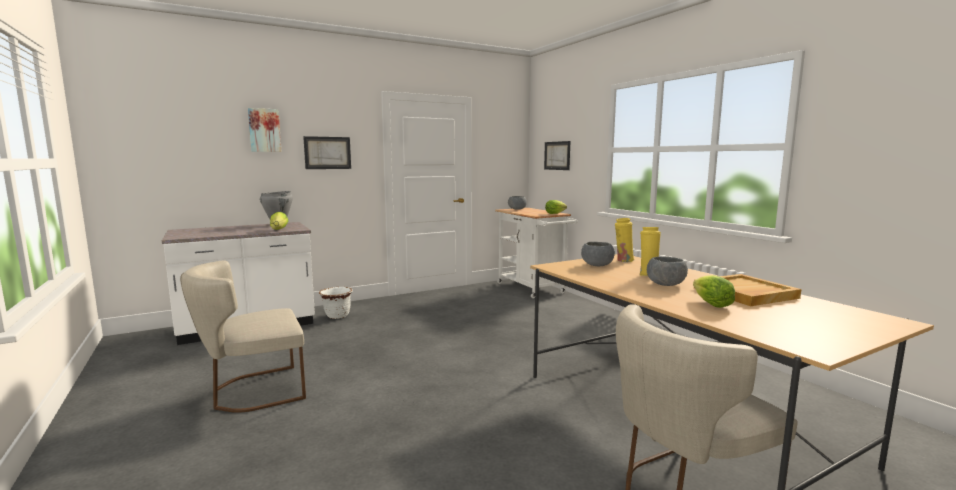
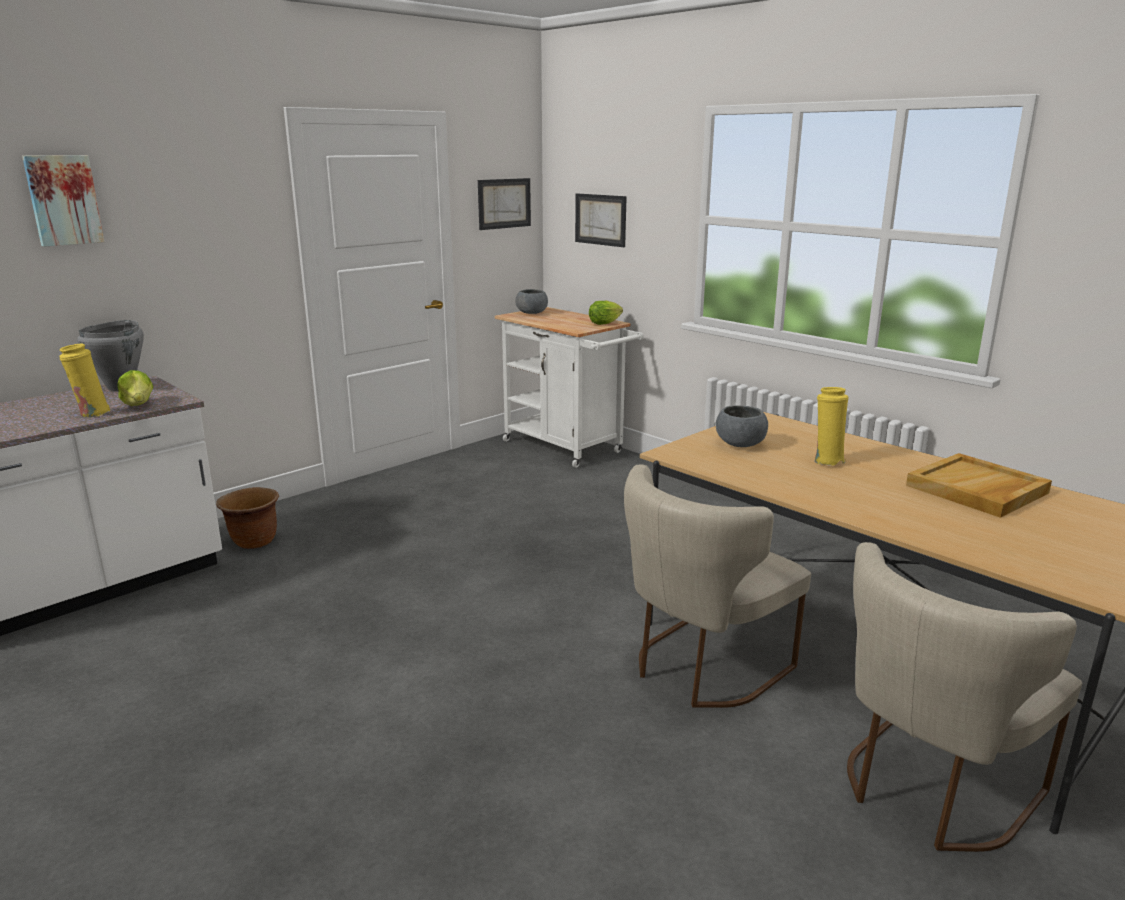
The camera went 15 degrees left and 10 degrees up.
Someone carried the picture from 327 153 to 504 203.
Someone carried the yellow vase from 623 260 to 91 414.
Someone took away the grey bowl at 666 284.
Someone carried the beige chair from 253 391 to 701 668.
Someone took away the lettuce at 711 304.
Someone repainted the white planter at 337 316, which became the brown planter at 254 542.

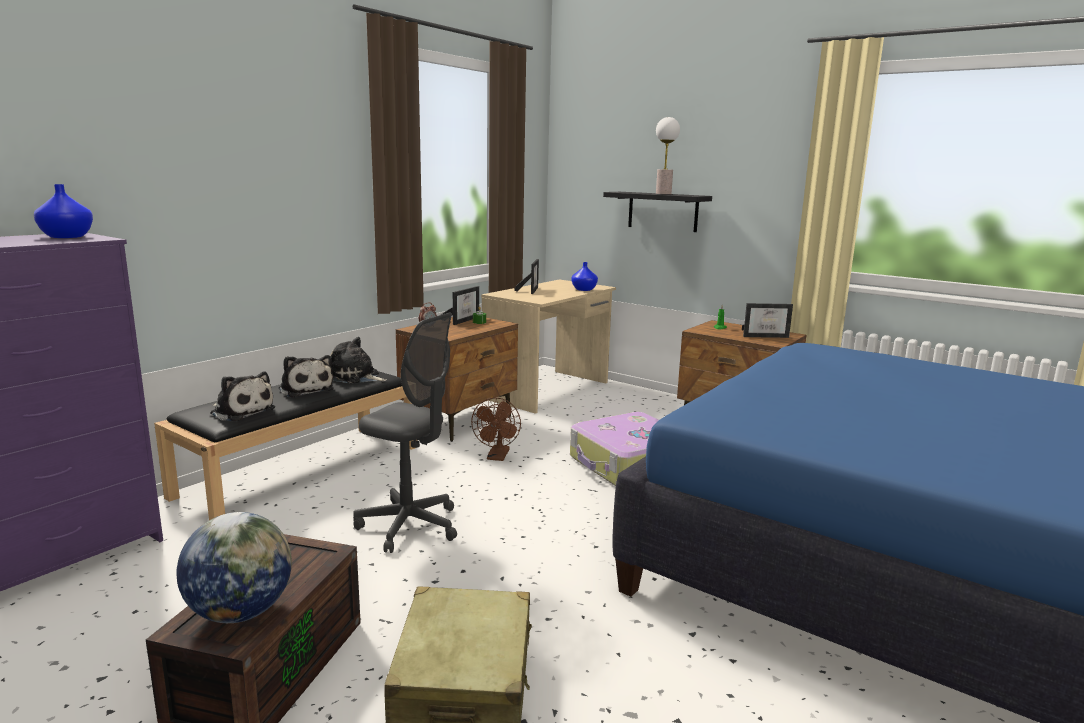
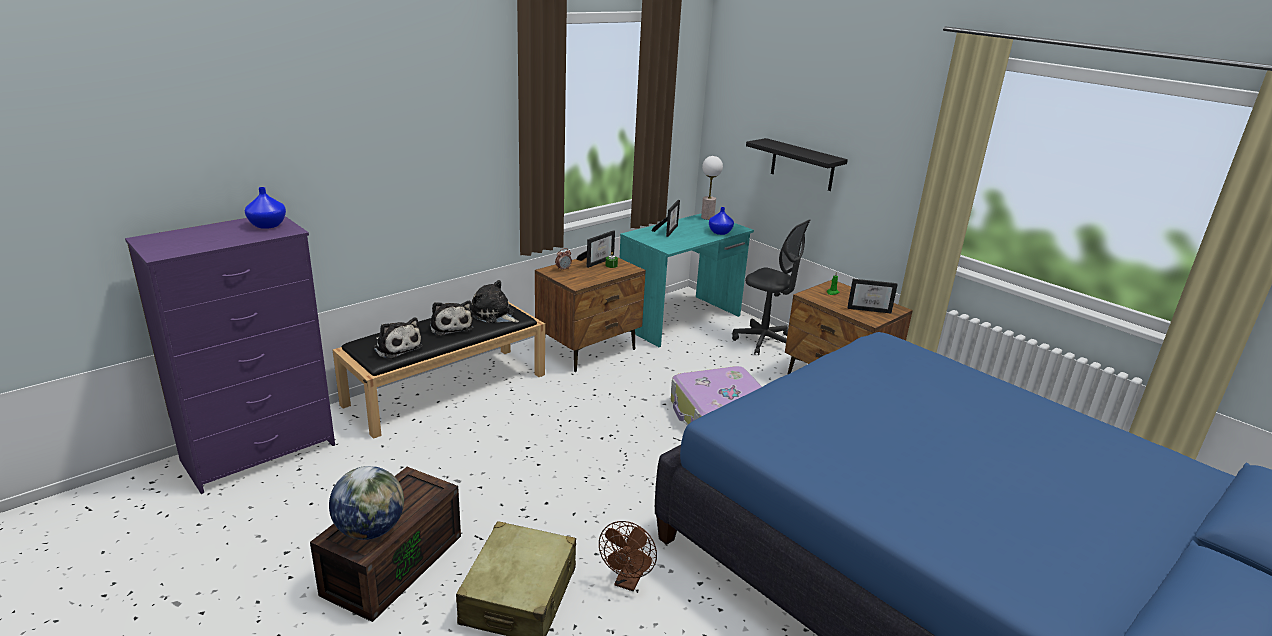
The camera went 10 degrees right and 10 degrees up.
Someone carried the table lamp from 663 194 to 707 217.
Someone repainted the beige desk at 548 390, which became the turquoise desk at 681 320.
Someone carried the grey office chair from 409 526 to 764 342.
Someone carried the brown fan from 497 457 to 628 582.

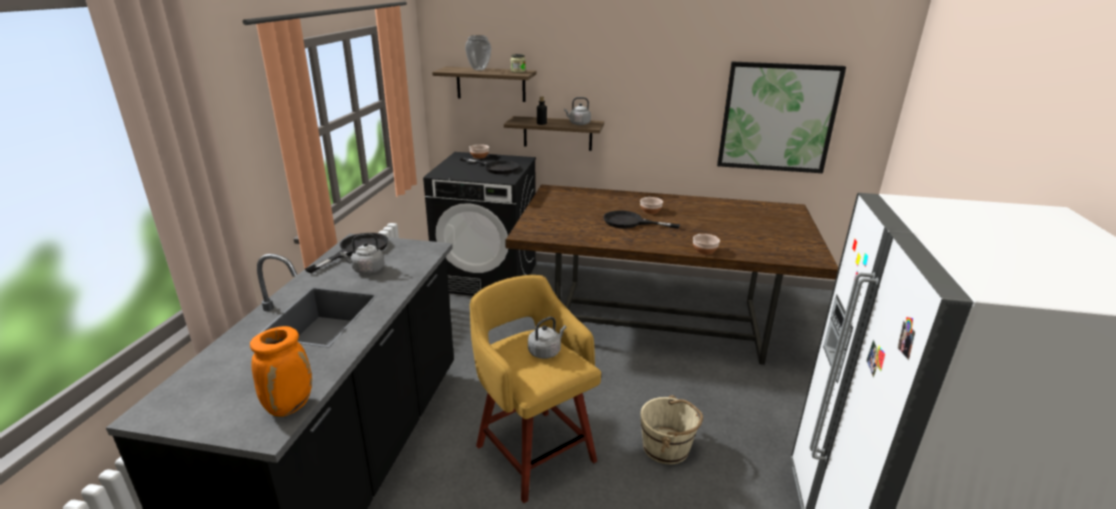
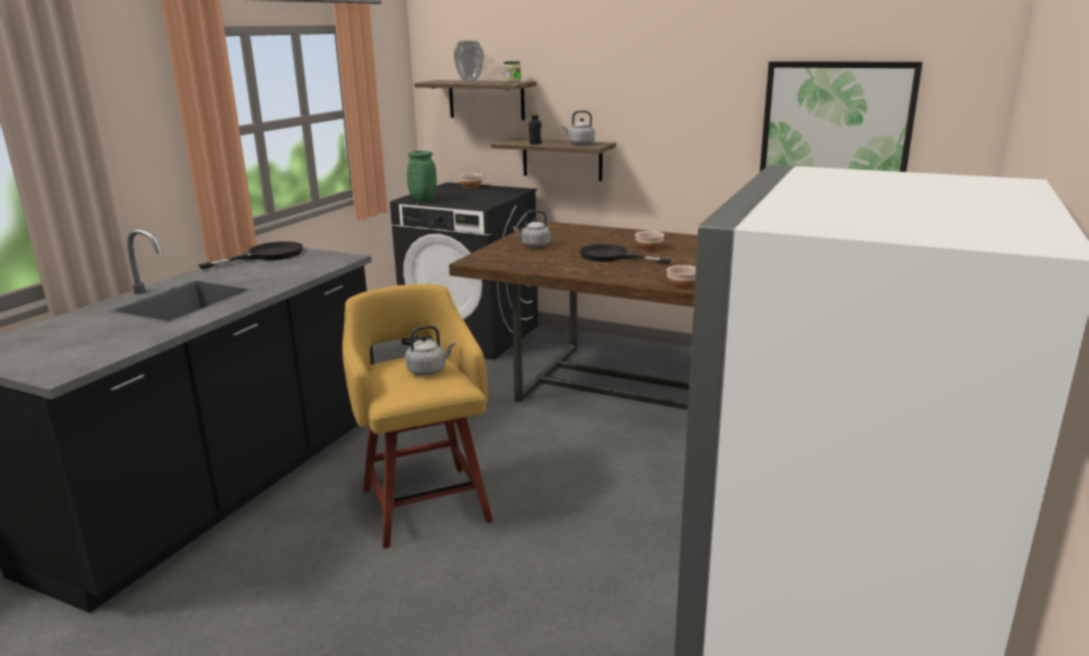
The camera went 15 degrees right and 5 degrees down.
Someone took away the black frying pan at 496 168.
Someone carried the grey kettle from 366 270 to 534 245.
Someone took away the orange vase at 290 405.
Someone took away the beige bucket at 667 447.
Someone put down the green vase at 422 200.

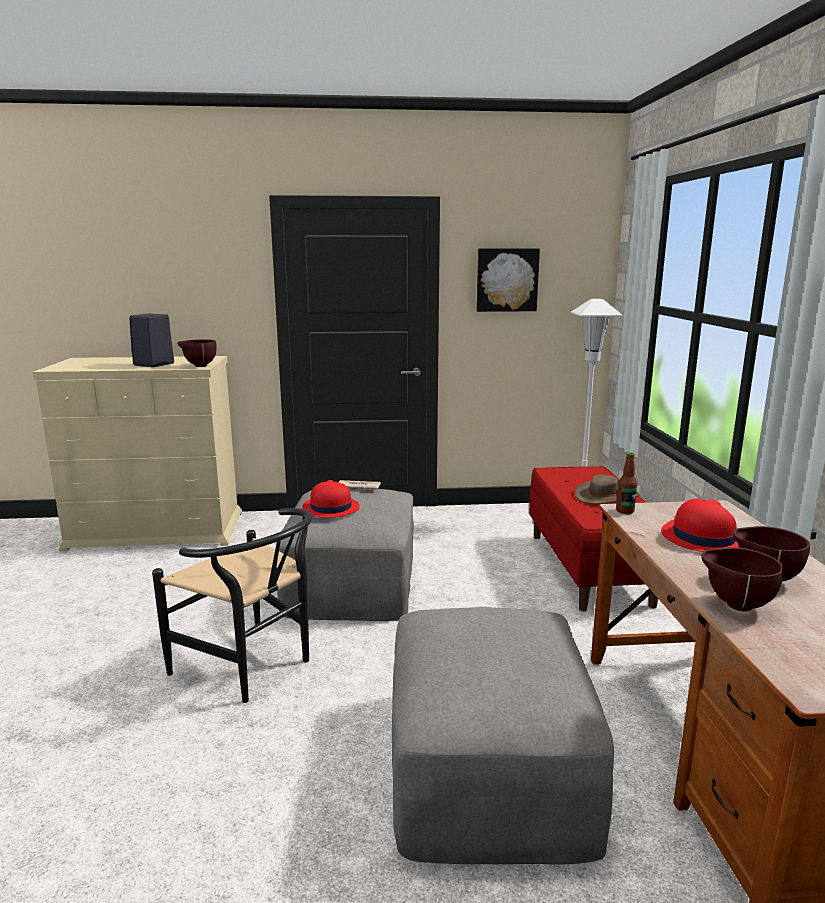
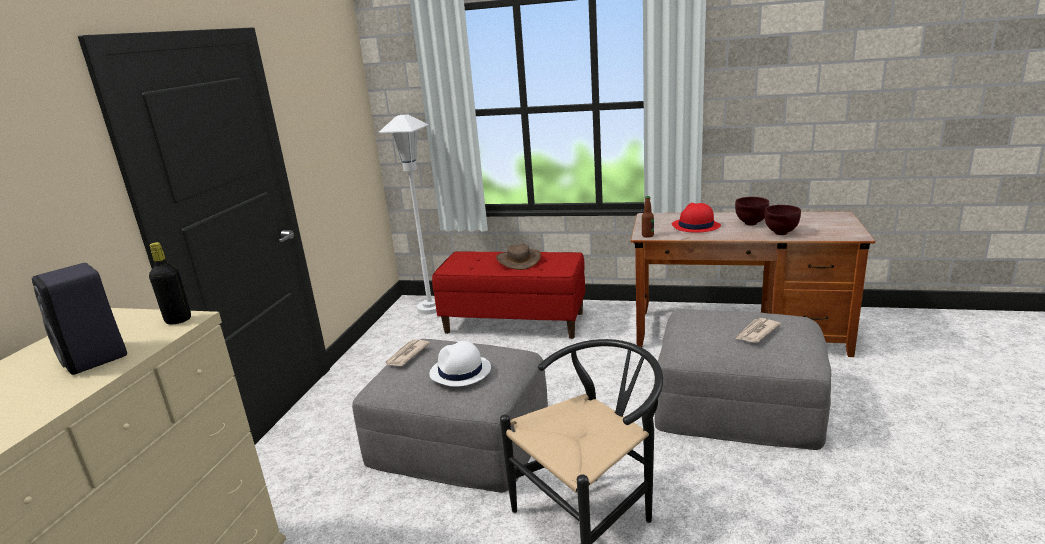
The camera went 70 degrees left and 5 degrees up.
Someone took away the picture at 506 280.
Someone swapped the brown bowl at 198 366 for the black bottle at 178 320.
Someone repainted the red hat at 330 508, which became the white hat at 460 372.
Someone put down the newspaper at 756 332.

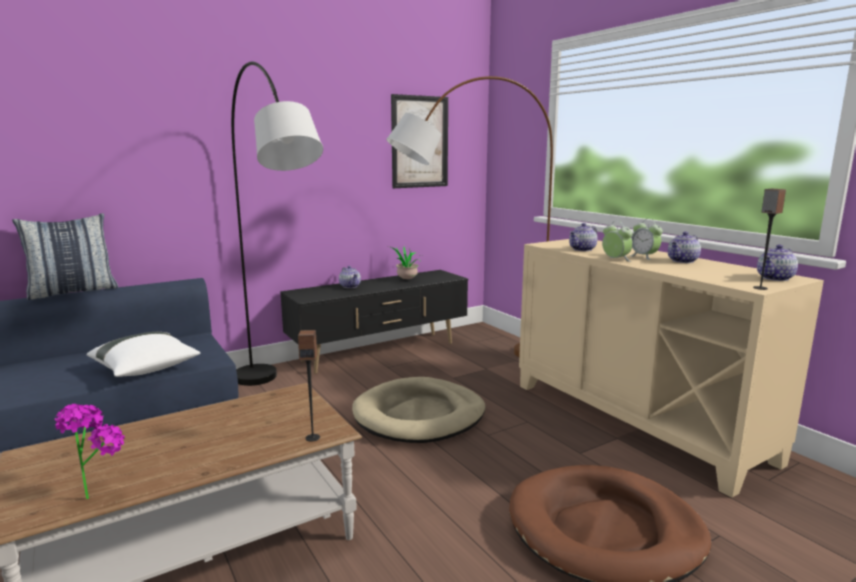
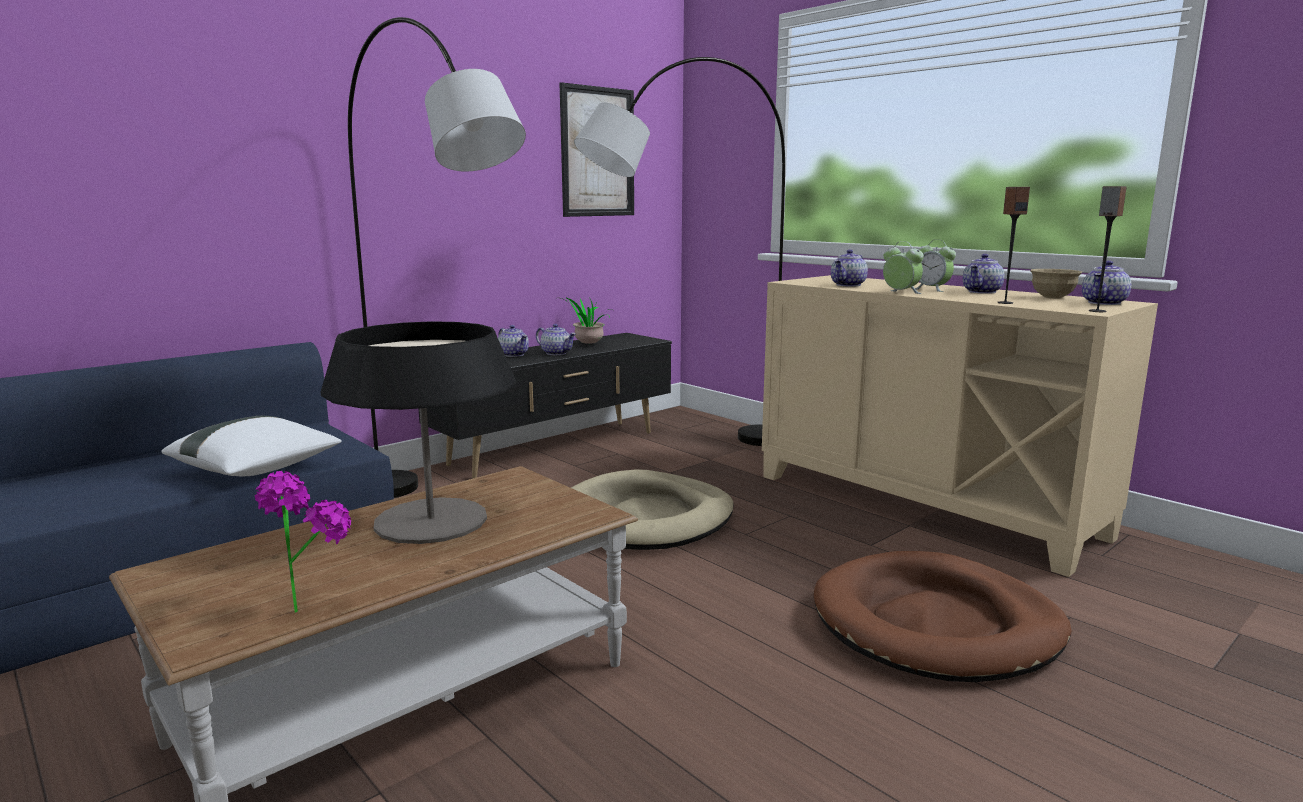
The camera went 10 degrees left and 0 degrees up.
Someone repainted the brown floor lamp at 470 363, which became the grey floor lamp at 686 455.
Someone took away the pillow at 73 291.
Someone carried the speaker from 312 437 to 1005 303.
Someone put down the beige bowl at 1052 297.
Someone put down the table lamp at 431 520.
Someone put down the teapot at 556 353.

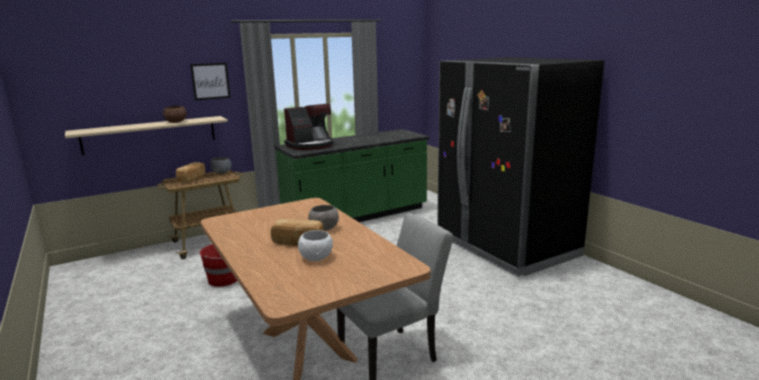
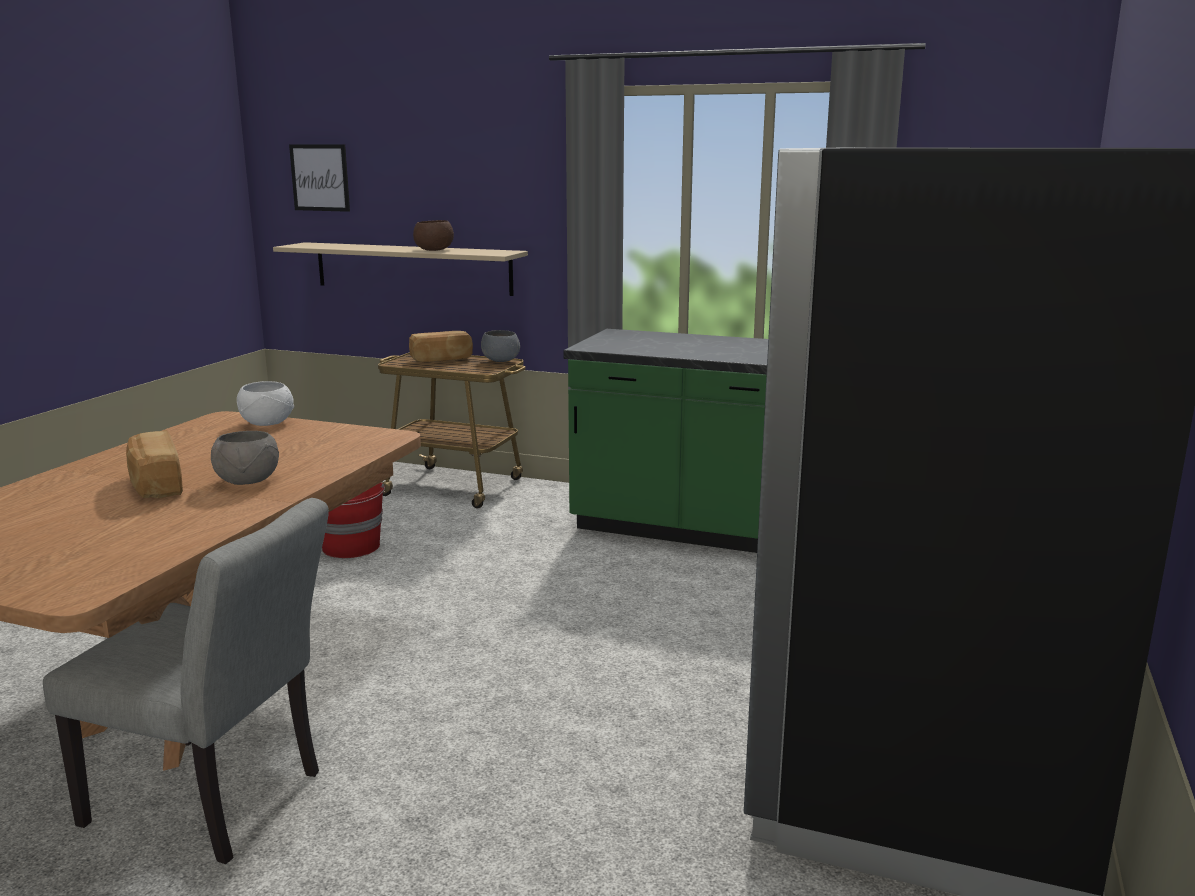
The camera went 50 degrees right and 0 degrees up.
Someone carried the picture from 210 81 to 320 177.
Someone took away the coffee machine at 310 145.
Someone carried the white bowl from 315 258 to 266 423.

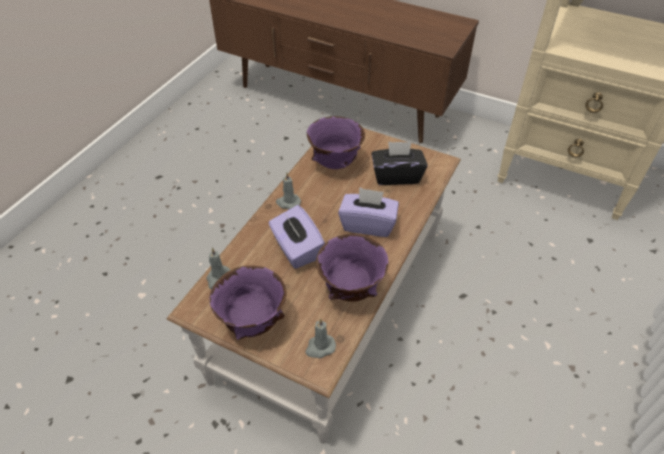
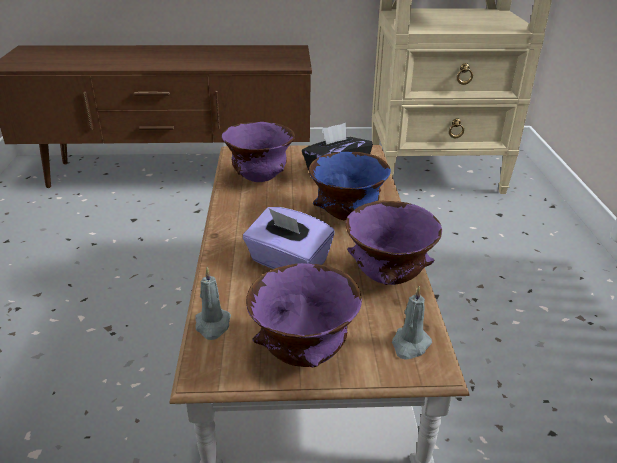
The camera went 30 degrees left and 15 degrees down.
Someone took away the grey candle at 288 203.
Someone swapped the purple tissue box at 368 224 for the blue bowl at 346 217.

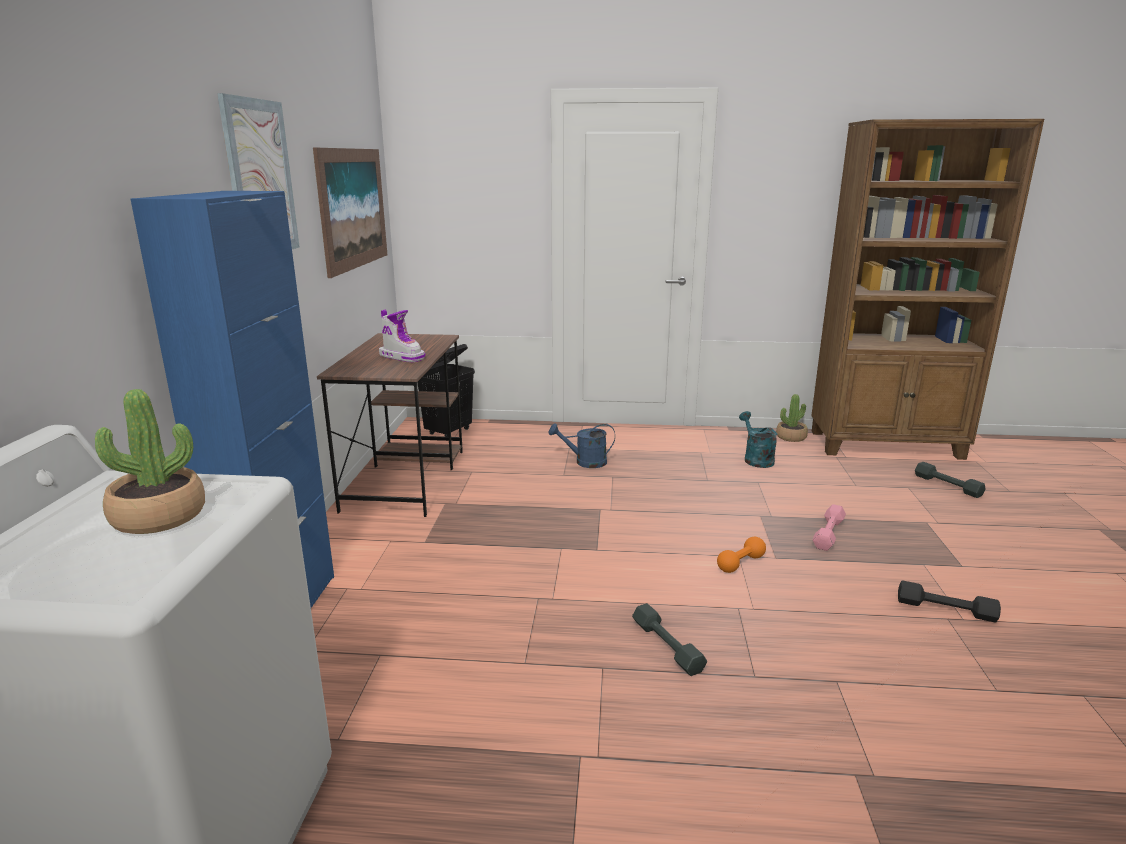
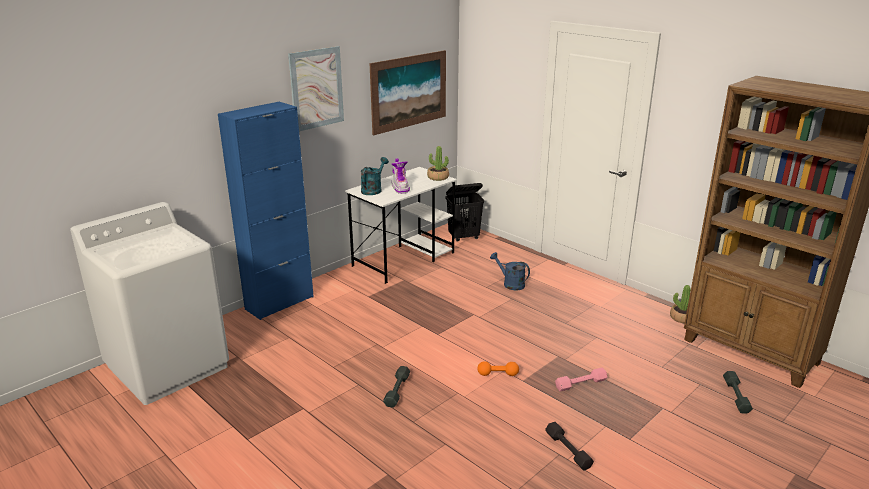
The camera went 40 degrees right and 5 degrees up.
Someone repainted the brown desk at 406 478, which became the white desk at 404 259.
Someone carried the potted plant from 159 517 to 438 177.
Someone carried the turquoise watering can from 756 459 to 373 190.

